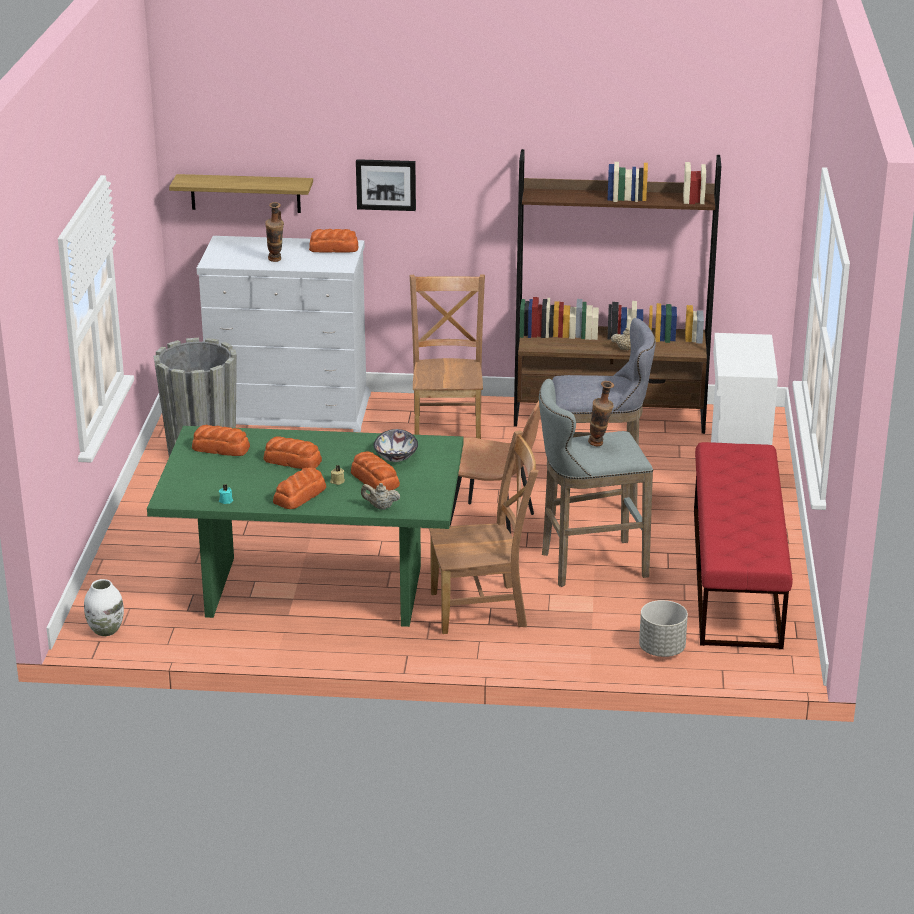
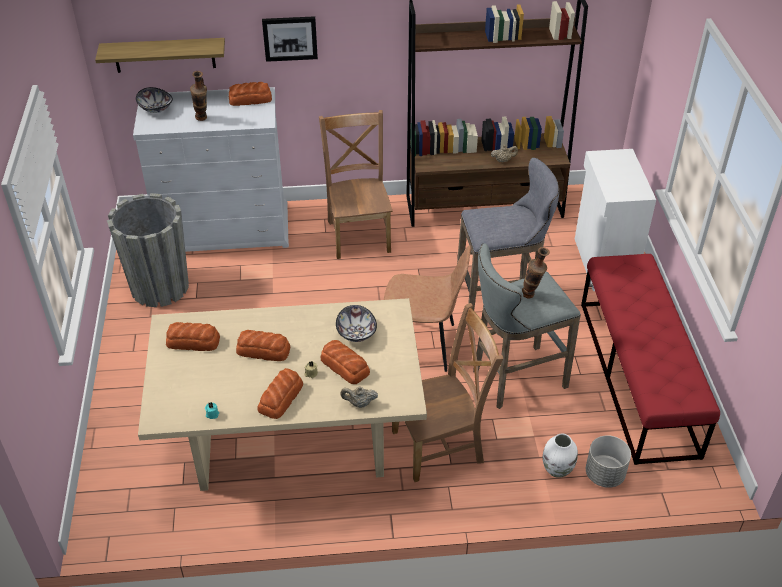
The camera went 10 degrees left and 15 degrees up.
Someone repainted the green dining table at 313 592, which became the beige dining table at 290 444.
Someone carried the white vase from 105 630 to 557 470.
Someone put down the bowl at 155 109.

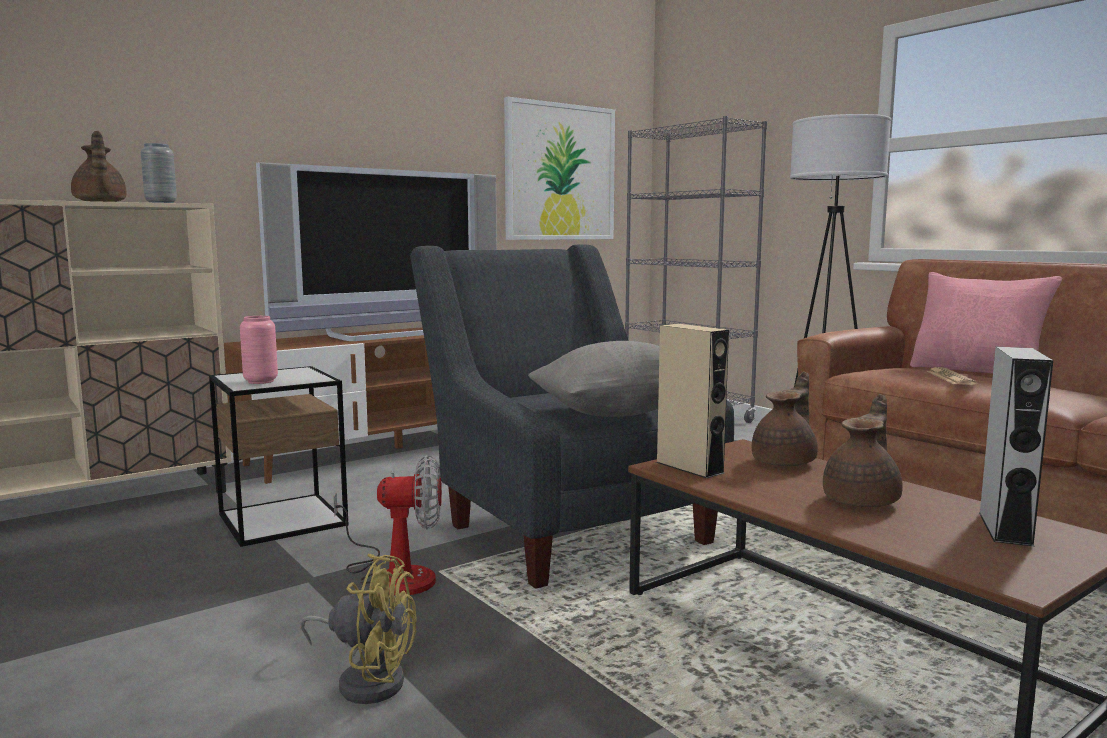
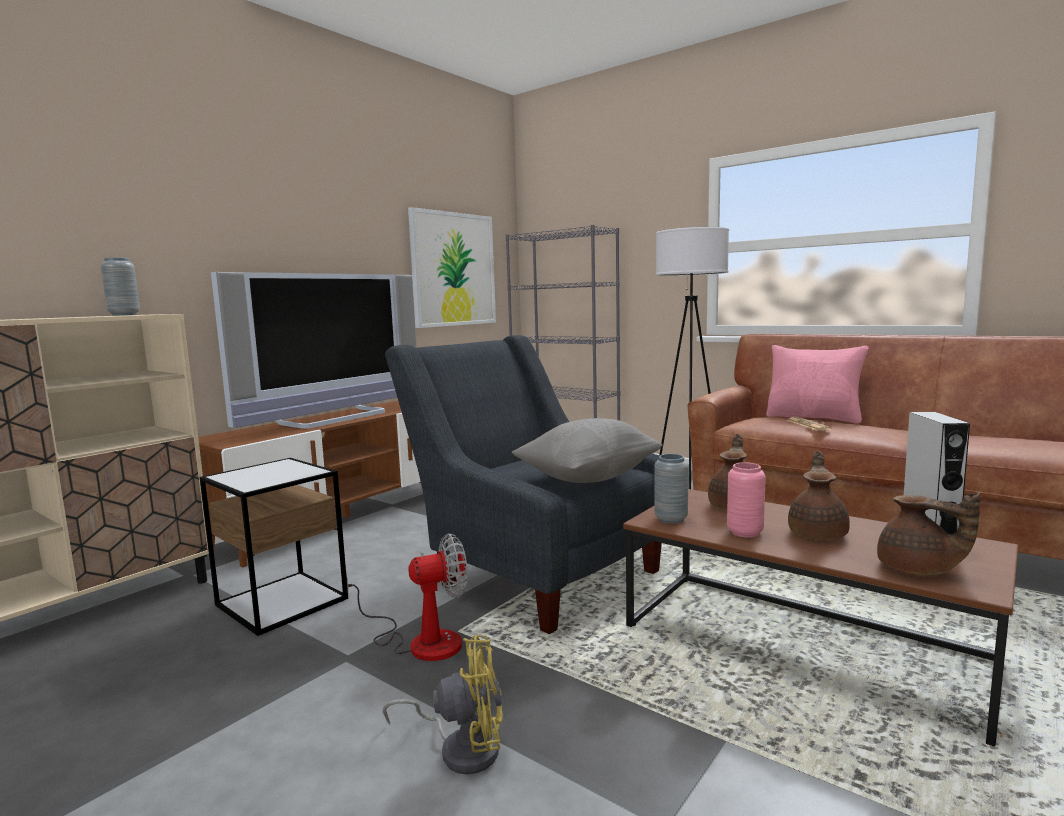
The camera went 15 degrees left and 0 degrees up.
Someone carried the brown teapot from 99 202 to 918 570.
Someone carried the pink vase from 261 381 to 745 532.
Someone swapped the beige speaker at 689 467 for the grey vase at 671 519.

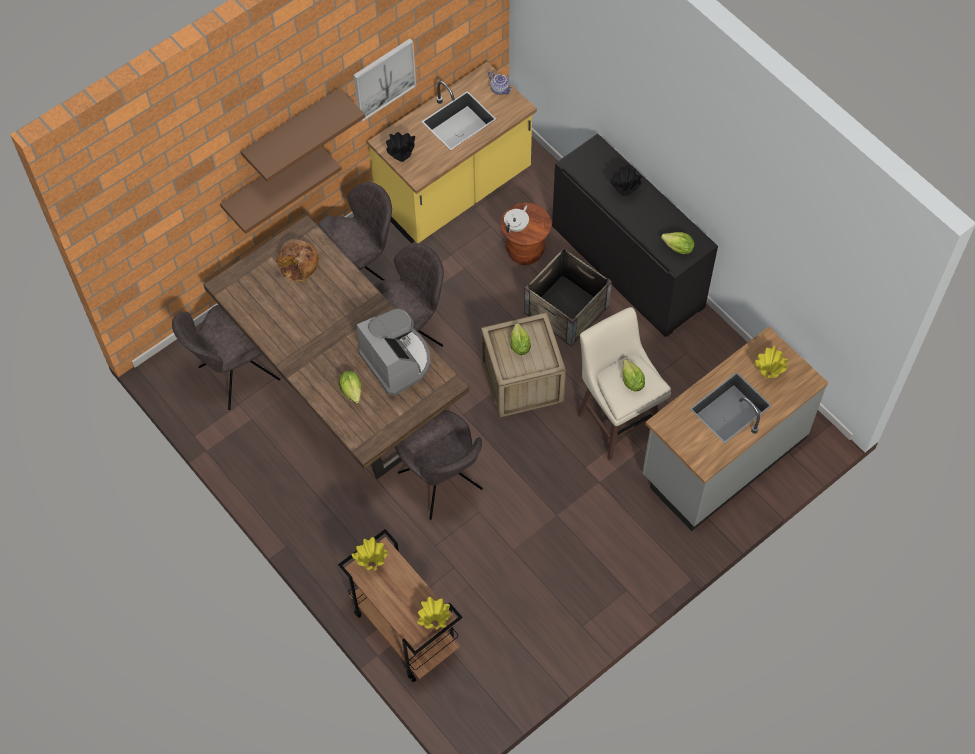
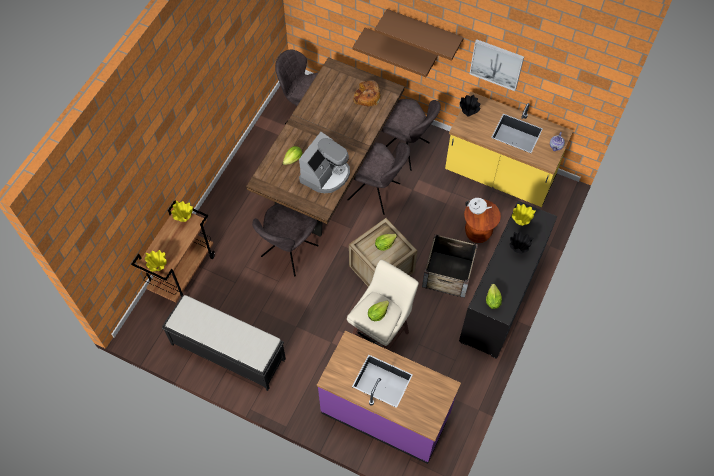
The camera went 65 degrees right and 0 degrees up.
Someone repainted the grey counter at 722 457, which became the purple counter at 386 413.
Someone carried the yellow vase from 767 375 to 519 223.
Someone put down the black bench at 227 351.

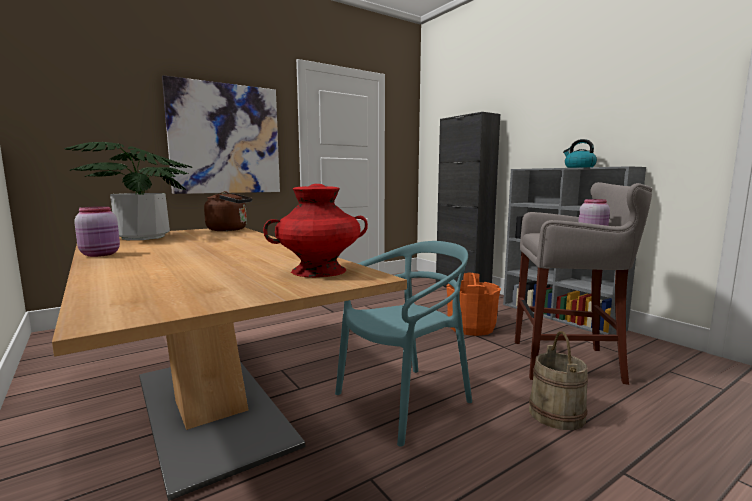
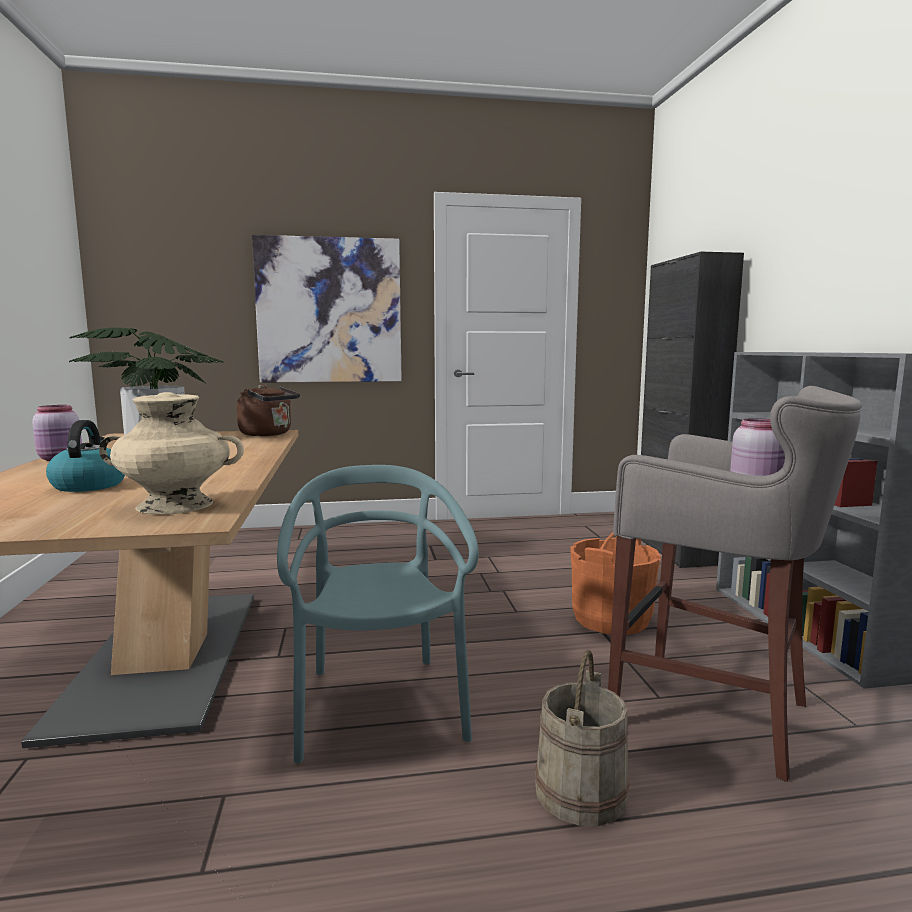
The camera went 25 degrees right and 0 degrees up.
Someone carried the kettle from 579 167 to 89 485.
Someone repainted the red vase at 319 271, which became the beige vase at 176 505.
Someone rotated the turquoise chair at 404 401 by 90 degrees counterclockwise.

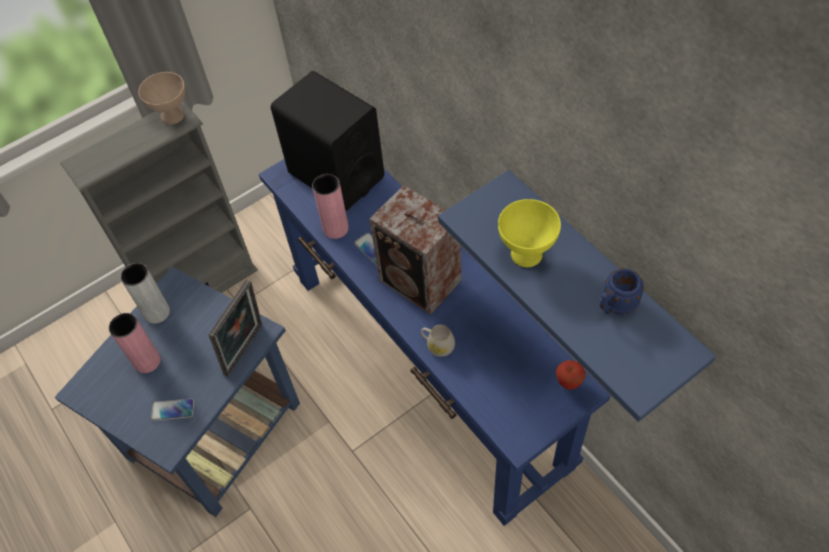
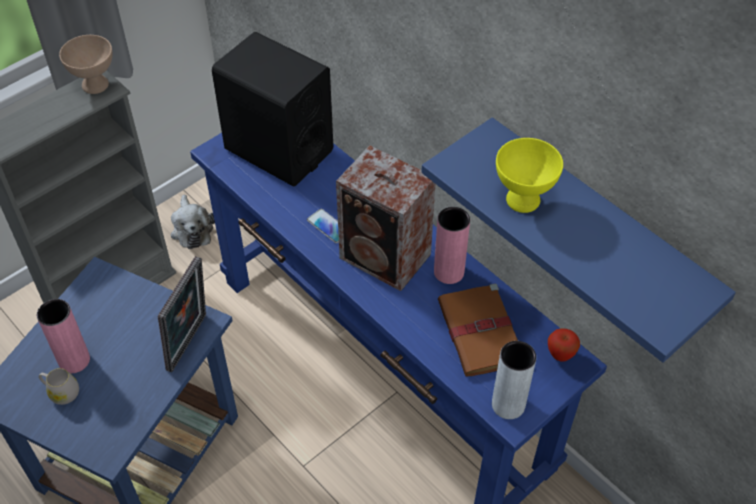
The camera went 10 degrees left and 5 degrees down.
Someone carried the pink vase from 335 228 to 449 272.
Someone carried the grey vase from 157 312 to 508 405.
Someone took away the blue mug at 615 306.
Someone carried the white mug from 437 345 to 61 392.
Someone took away the phone at 173 410.
Someone put down the plush toy at 192 229.
Someone put down the brown book at 481 334.

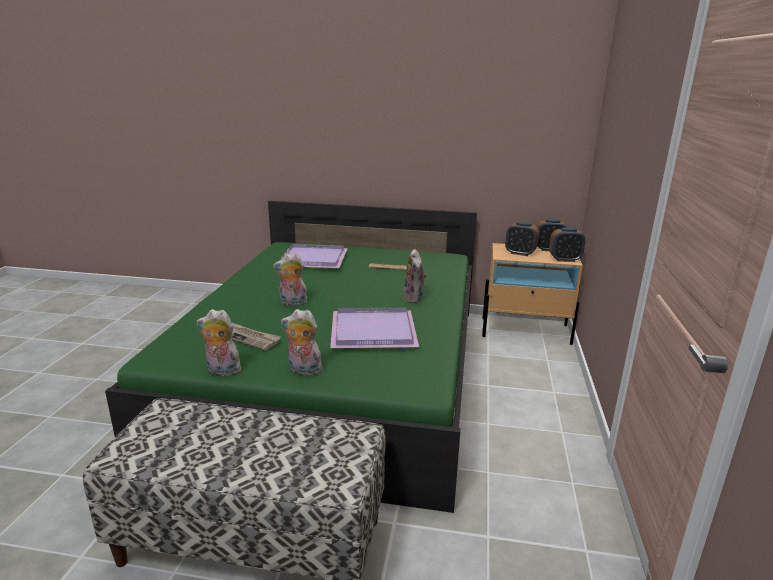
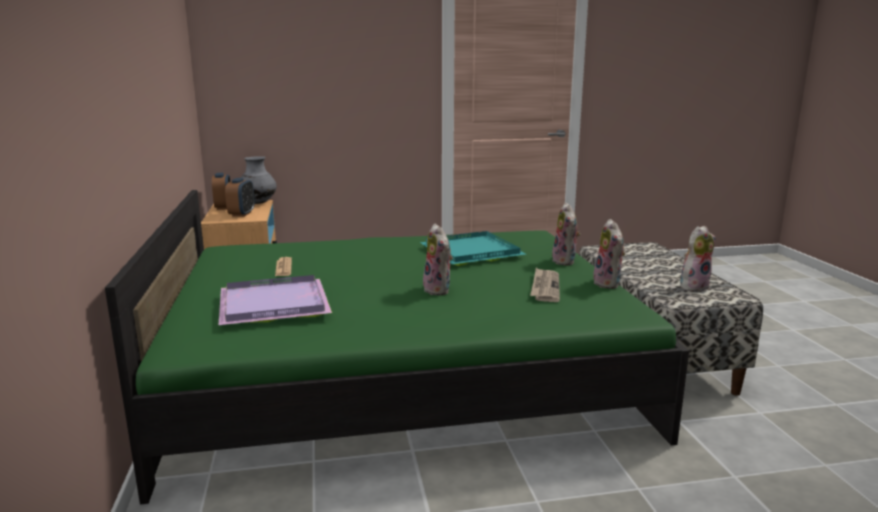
The camera went 110 degrees left and 5 degrees down.
Someone swapped the alarm clock at 564 259 for the grey vase at 258 203.
Someone carried the plush toy from 414 299 to 693 286.
Someone repainted the purple tray at 371 330, which became the turquoise tray at 471 252.

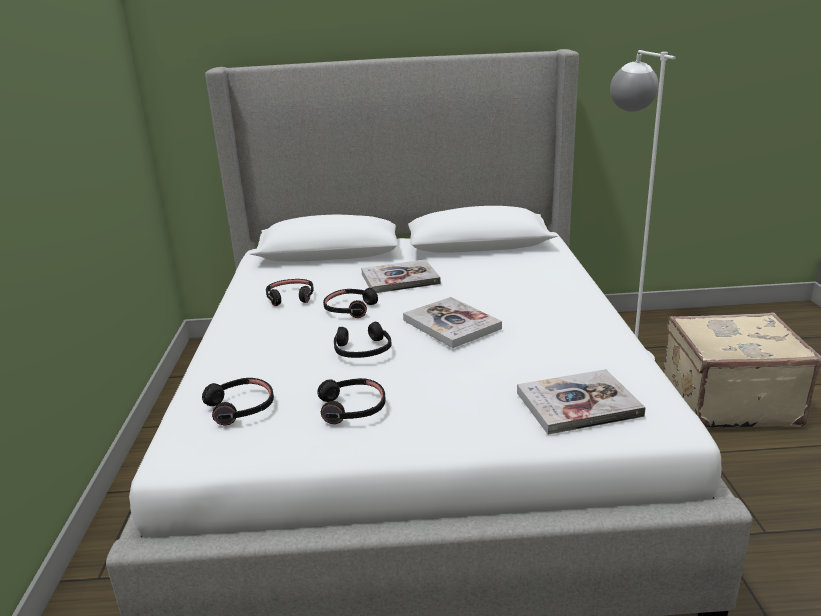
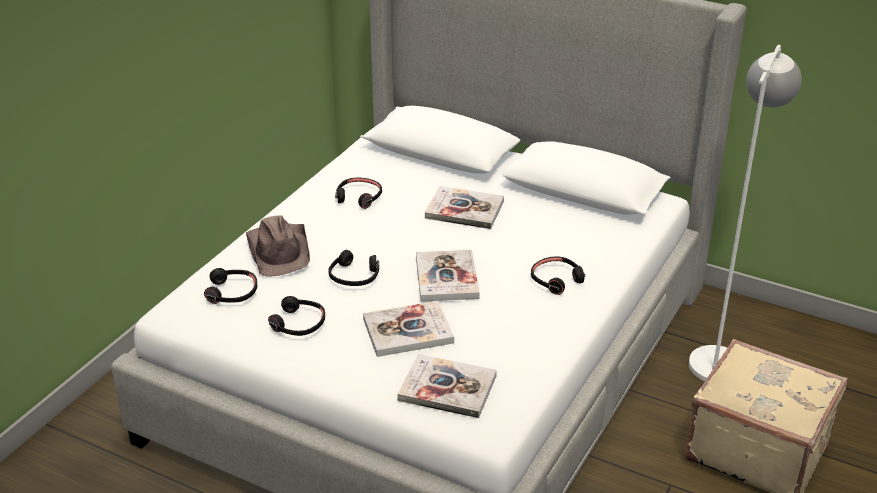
The camera went 30 degrees right and 10 degrees up.
Someone carried the black headphones from 350 309 to 556 280.
Someone put down the brown hat at 280 250.
Someone put down the book at 408 331.

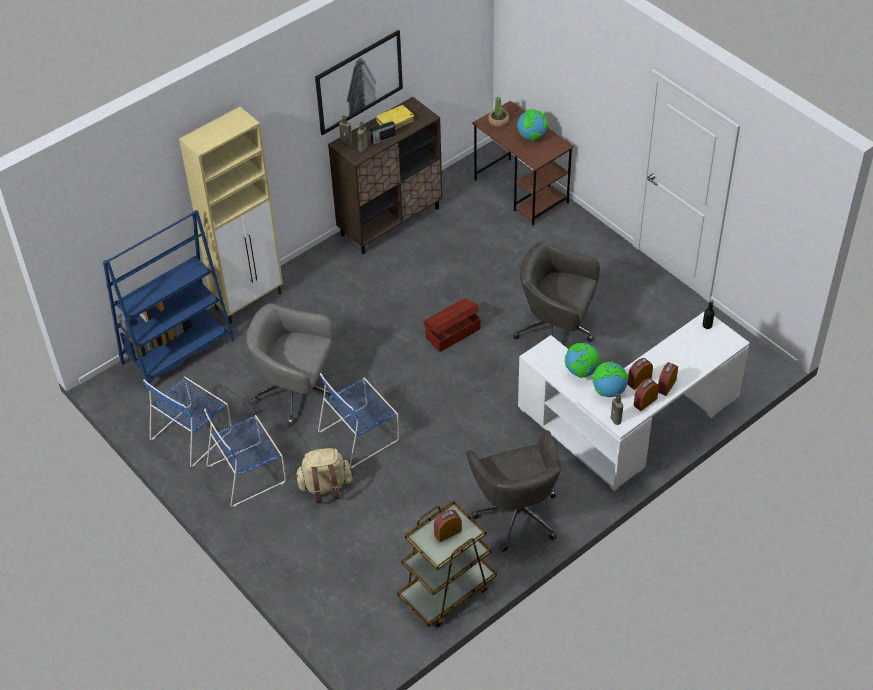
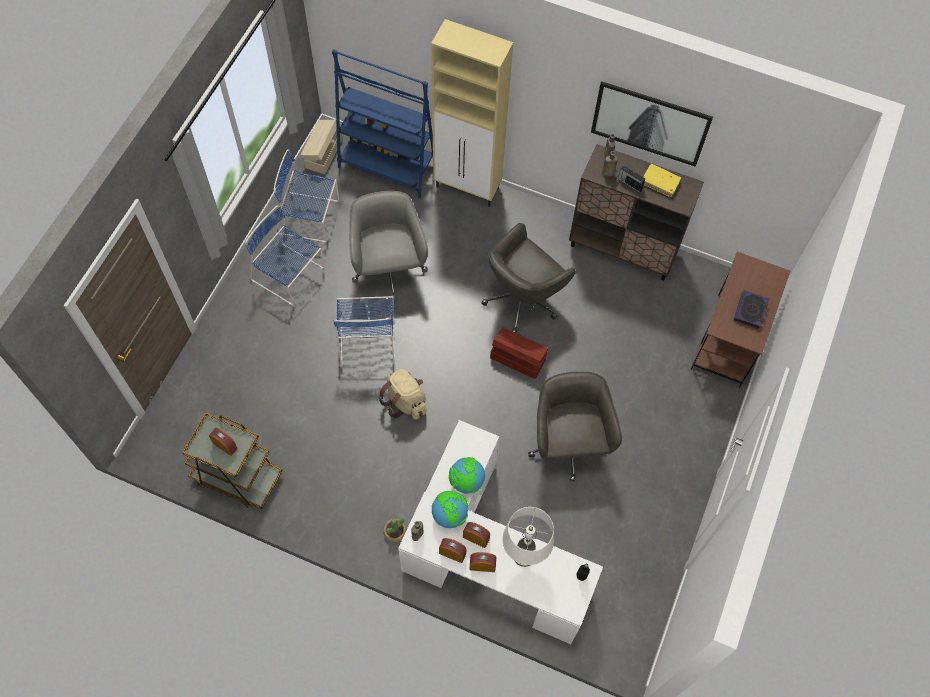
The camera went 60 degrees right and 15 degrees up.
Someone carried the potted plant from 498 121 to 395 532.
Someone swapped the globe at 532 136 for the book at 750 311.
Someone rotated the blue chair at 361 435 by 120 degrees counterclockwise.
Someone carried the grey office chair from 516 513 to 523 299.
Someone carried the beige backpack from 325 486 to 405 401.
Someone put down the beige storage box at 323 153.
Someone put down the white table lamp at 524 555.

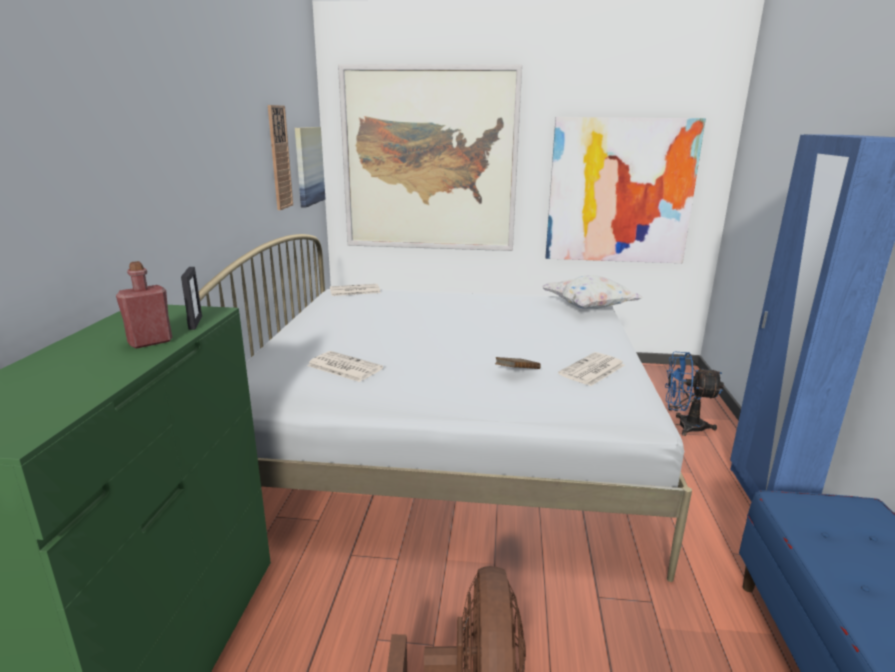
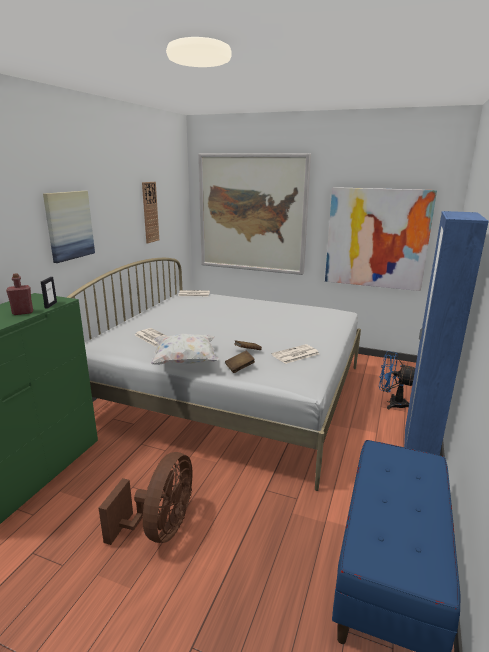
The camera went 15 degrees right and 0 degrees up.
Someone carried the picture from 308 166 to 69 225.
Someone carried the white pillow from 589 308 to 185 362.
Someone put down the brown book at 239 367.

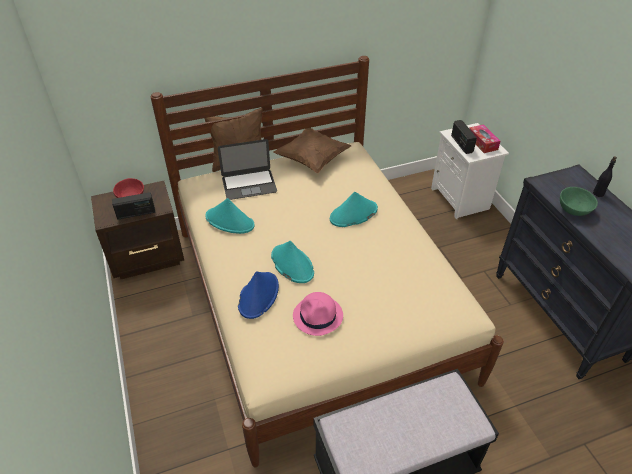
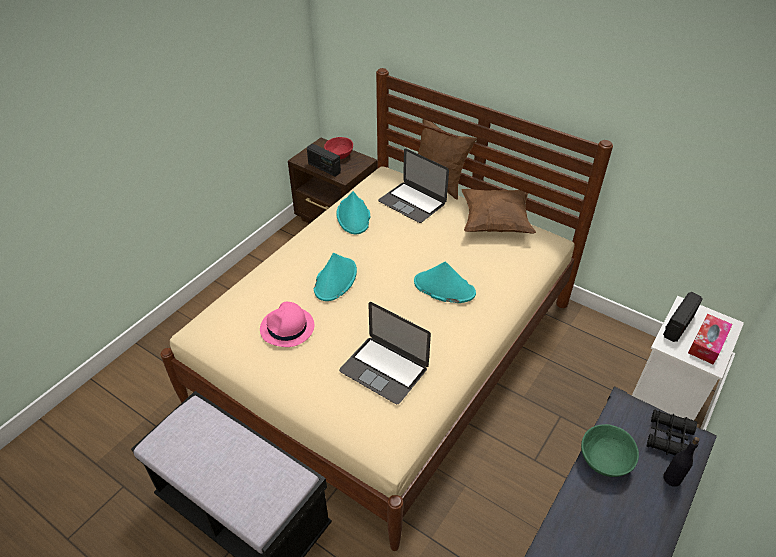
The camera went 55 degrees right and 0 degrees up.
Someone took away the blue hat at 258 295.
Someone put down the laptop at 384 369.
Someone put down the black binoculars at 668 438.

